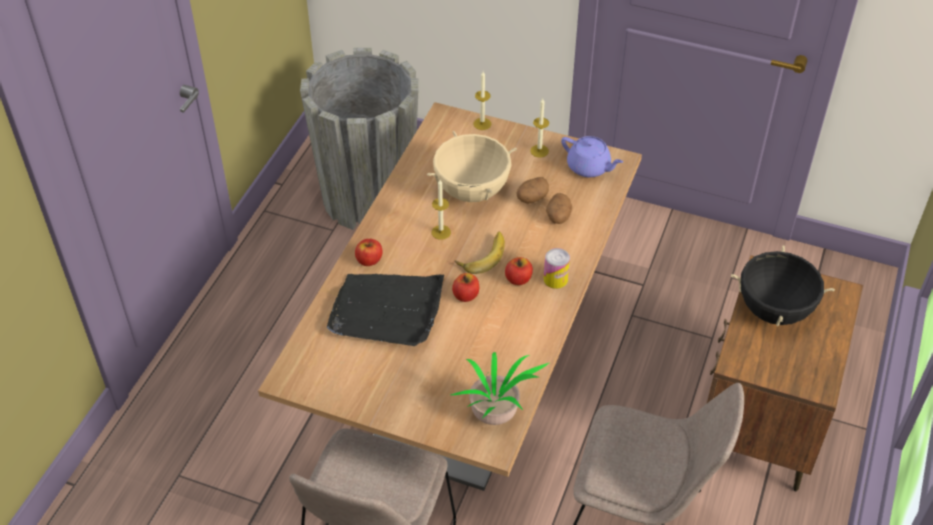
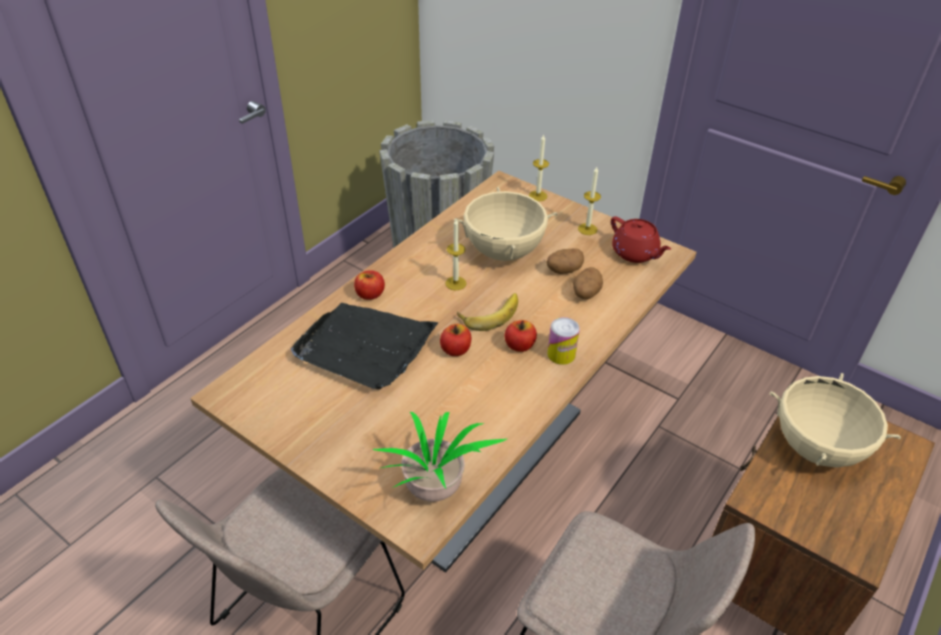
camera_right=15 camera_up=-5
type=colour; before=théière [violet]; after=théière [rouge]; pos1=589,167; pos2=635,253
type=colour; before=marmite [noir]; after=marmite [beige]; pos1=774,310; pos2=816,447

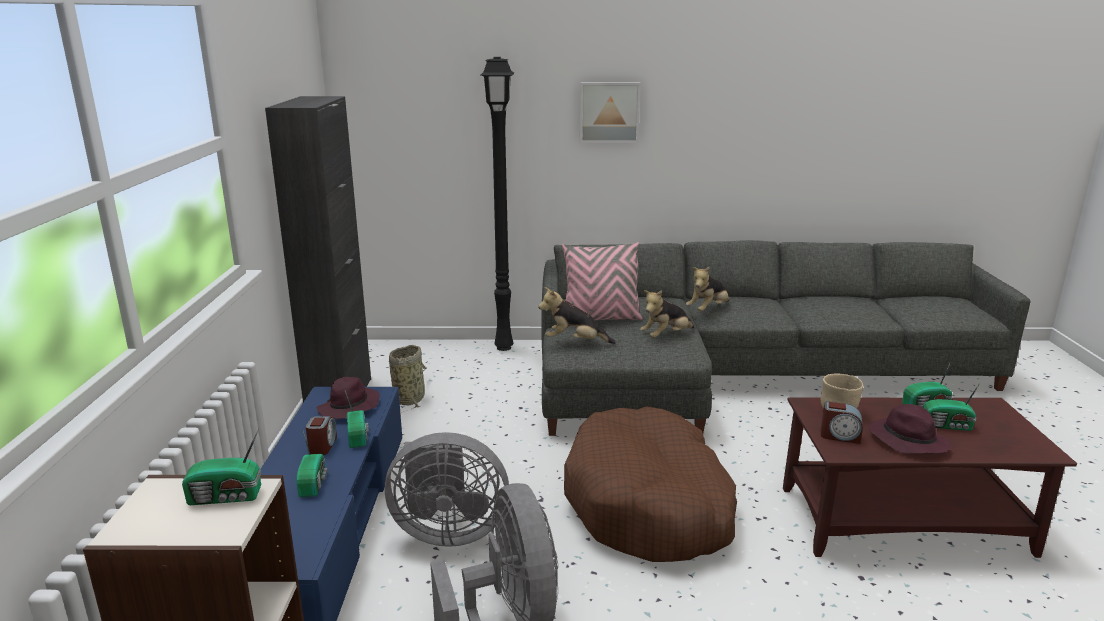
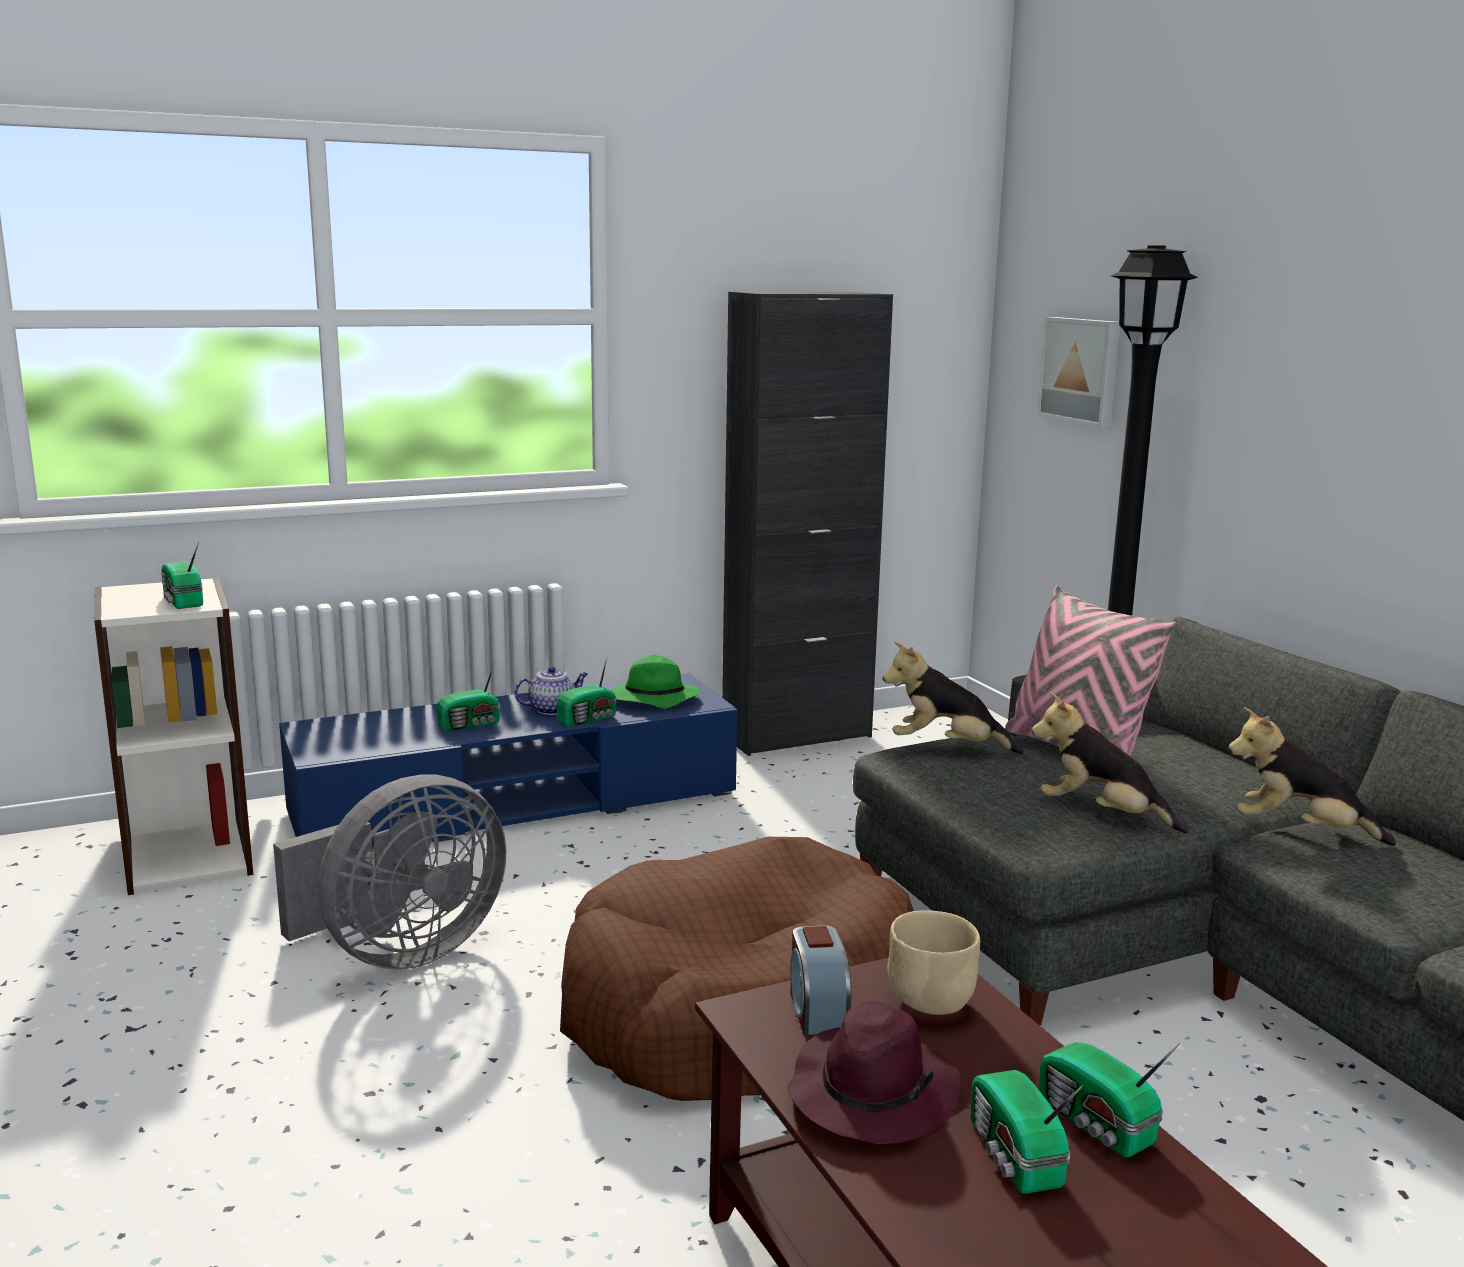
camera_right=65 camera_up=-5
type=missing; before=ventilateur [gris]; pos1=447,531
type=missing; before=panier; pos1=410,398
type=relocated; before=tableau; pos1=609,112; pos2=1082,370
type=exchanged; before=réveil; after=théière; pos1=323,446; pos2=553,709
type=colour; before=chapeau [violet]; after=chapeau [vert]; pos1=349,408; pos2=652,699
type=spun; before=peluche; pos1=574,342; pos2=946,747; turn=-60

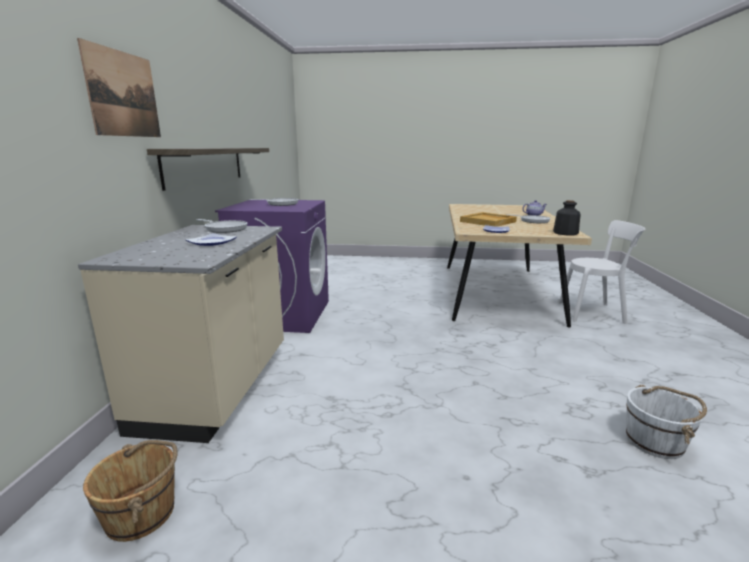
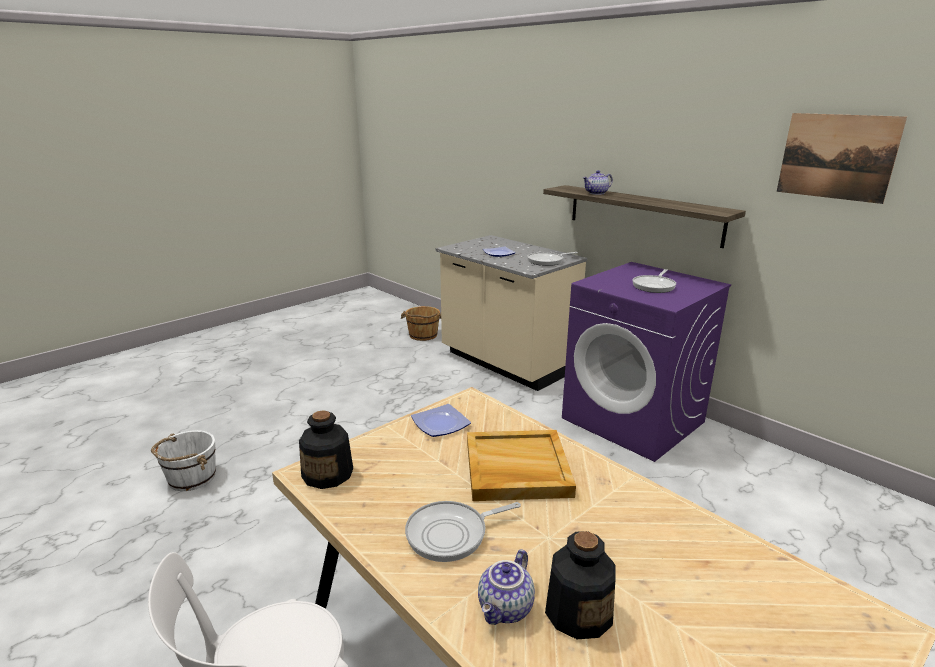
camera_right=130 camera_up=5
type=appeared; after=bouteille; pos2=578,611
type=appeared; after=théière; pos2=596,193
type=relocated; before=tableau; pos1=123,94; pos2=836,157

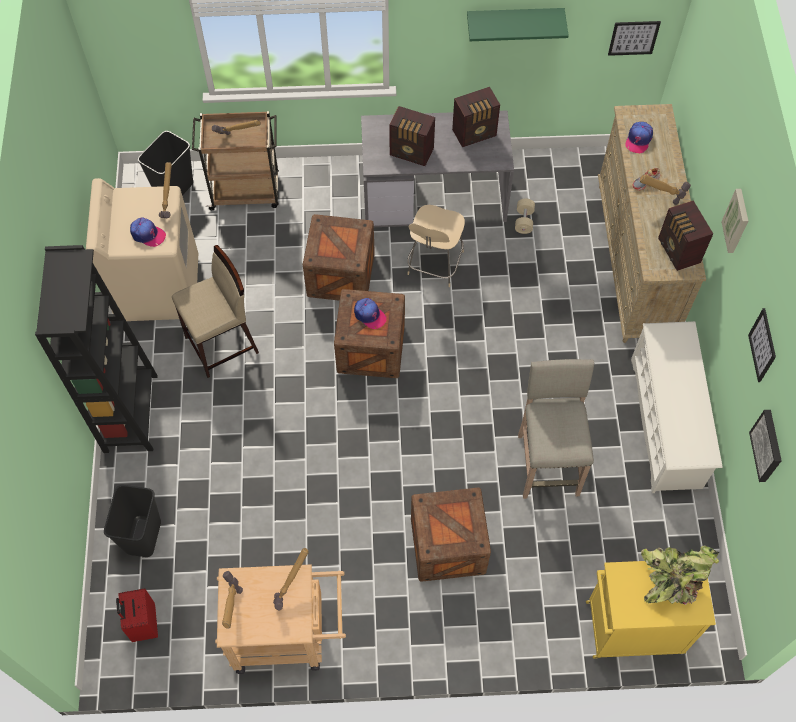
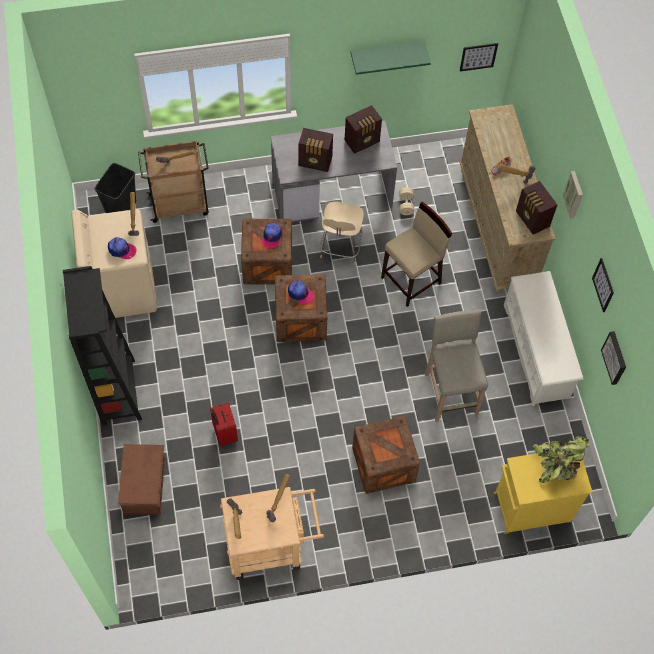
camera_right=-10 camera_up=0
type=relocated; before=valise [rouge]; pos1=143,623; pos2=224,433
type=relocated; before=tabouret [beige]; pos1=222,345; pos2=411,280
type=relocated; before=casquette; pos1=638,139; pos2=271,236
type=exchanged; before=poubelle [noir]; after=boîte de rangement [marron]; pos1=142,536; pos2=145,486

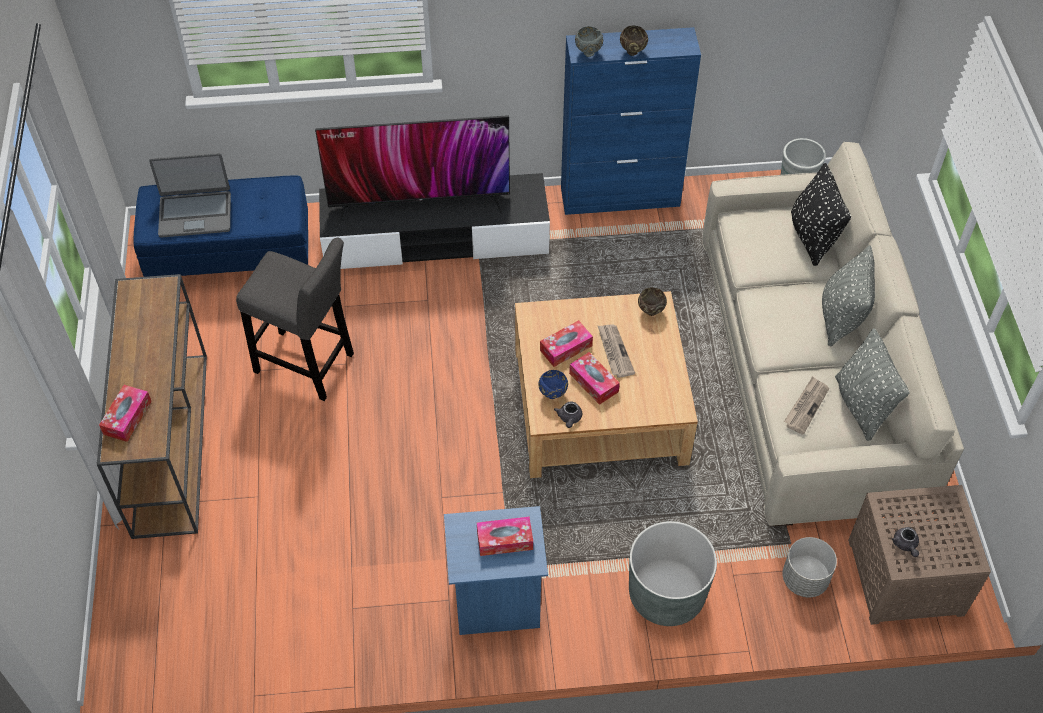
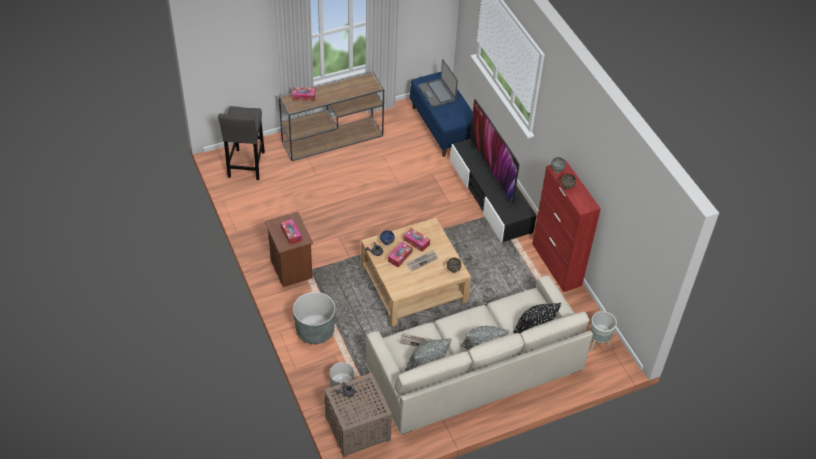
camera_right=70 camera_up=-5
type=relocated; before=tabouret [gris]; pos1=308,366; pos2=246,166
type=colour; before=table de chevet [bleu]; after=table de chevet [marron]; pos1=497,603; pos2=290,269
type=colour; before=meuble de rangement [bleu]; after=meuble de rangement [rouge]; pos1=621,197; pos2=556,265

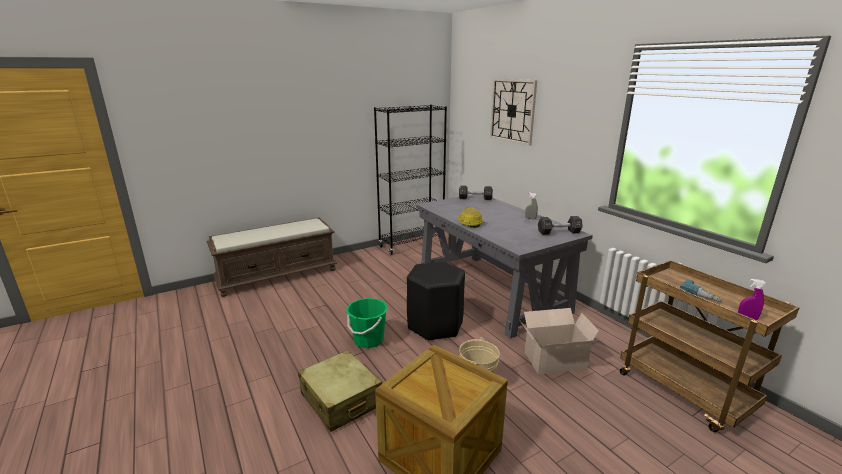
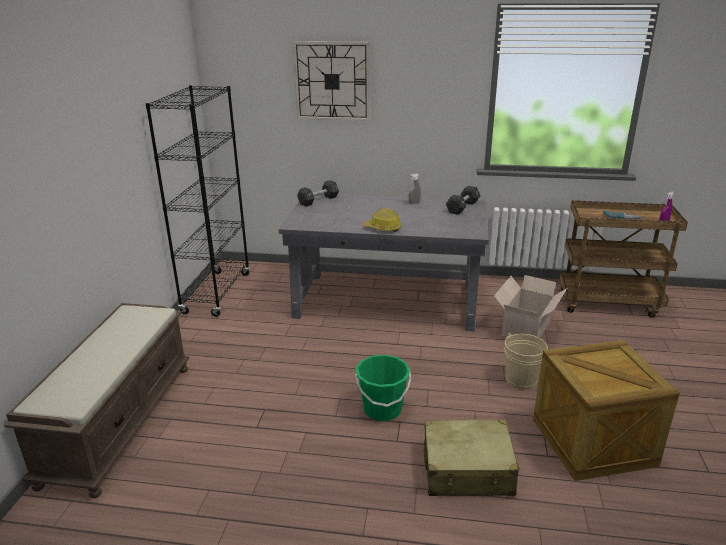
camera_right=-50 camera_up=5
type=missing; before=tabouret [noir]; pos1=435,325

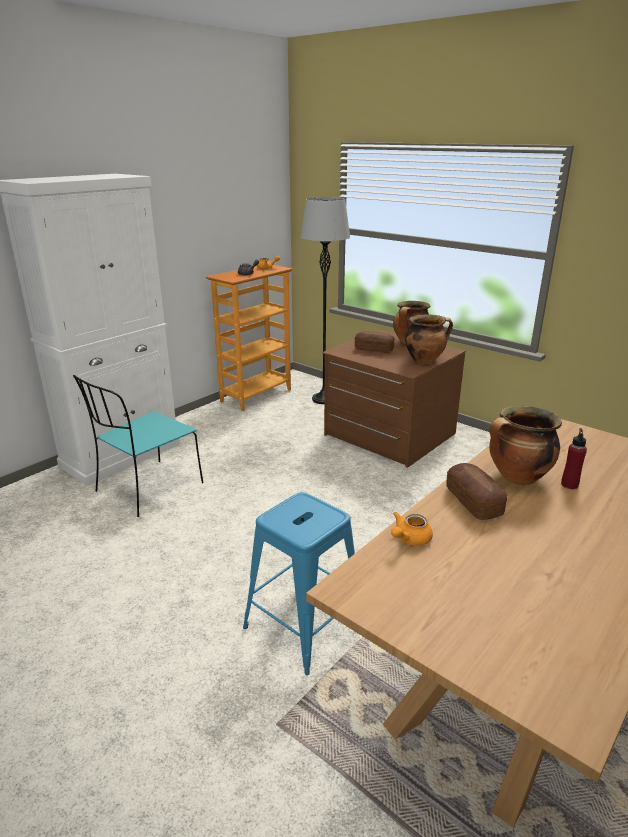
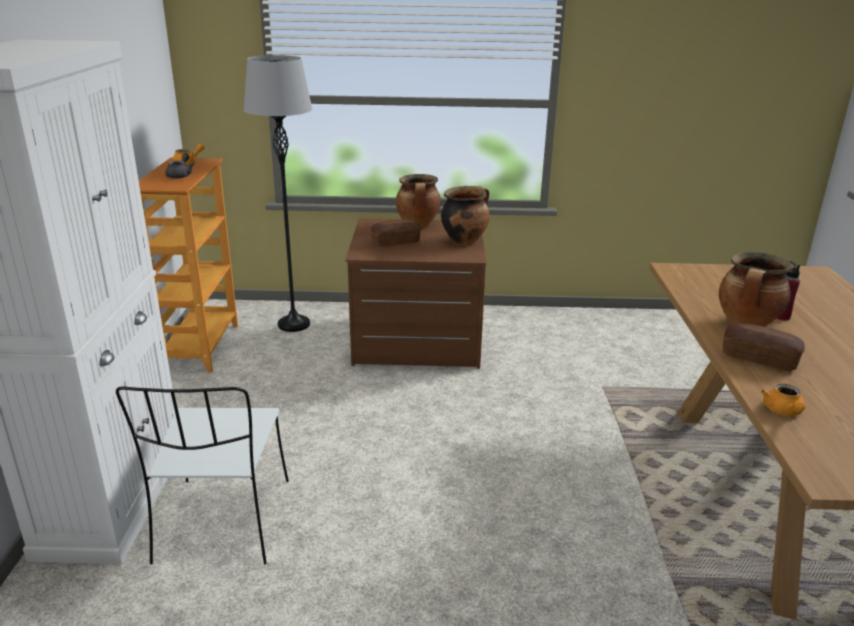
camera_right=-40 camera_up=0
type=missing; before=tabouret [bleu]; pos1=304,625
type=colour; before=chaise [turquoise]; after=chaise [blanc]; pos1=147,488; pos2=223,523

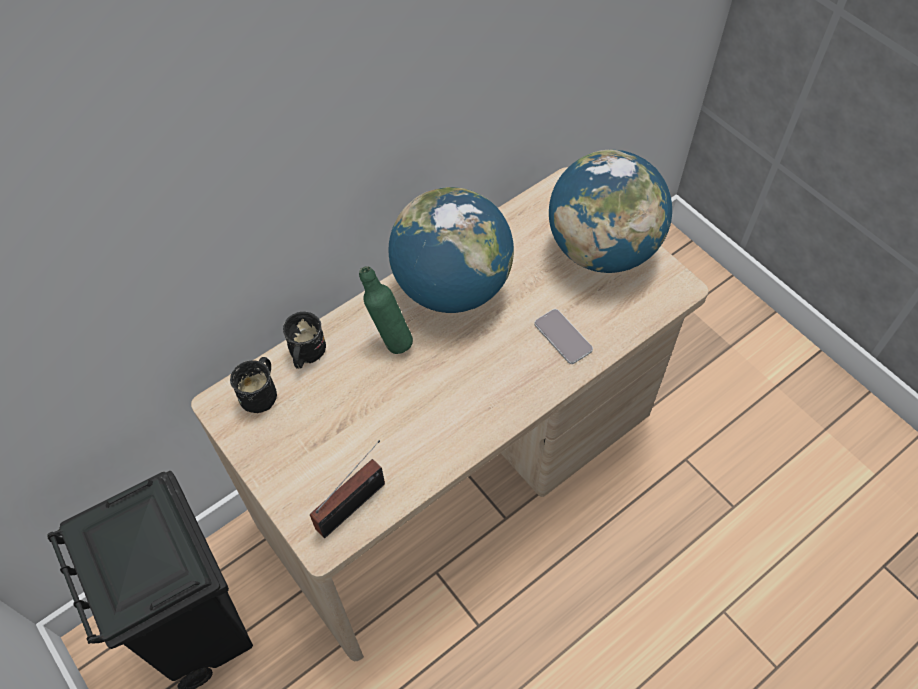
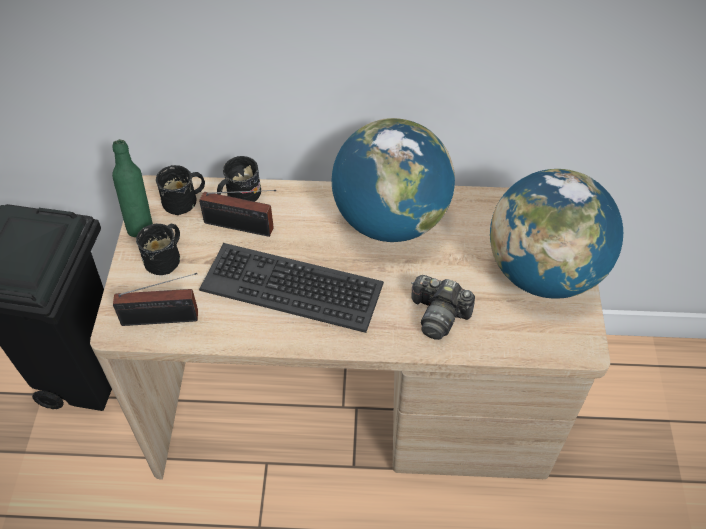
camera_right=40 camera_up=-5
type=appeared; after=mug [noir]; pos2=167,258
type=appeared; after=radio; pos2=242,227
type=appeared; after=clavier; pos2=292,286
type=relocated; before=bouteille [vert]; pos1=390,340; pos2=140,224
type=exchanged; before=téléphone; after=appareil photo; pos1=563,337; pos2=438,315

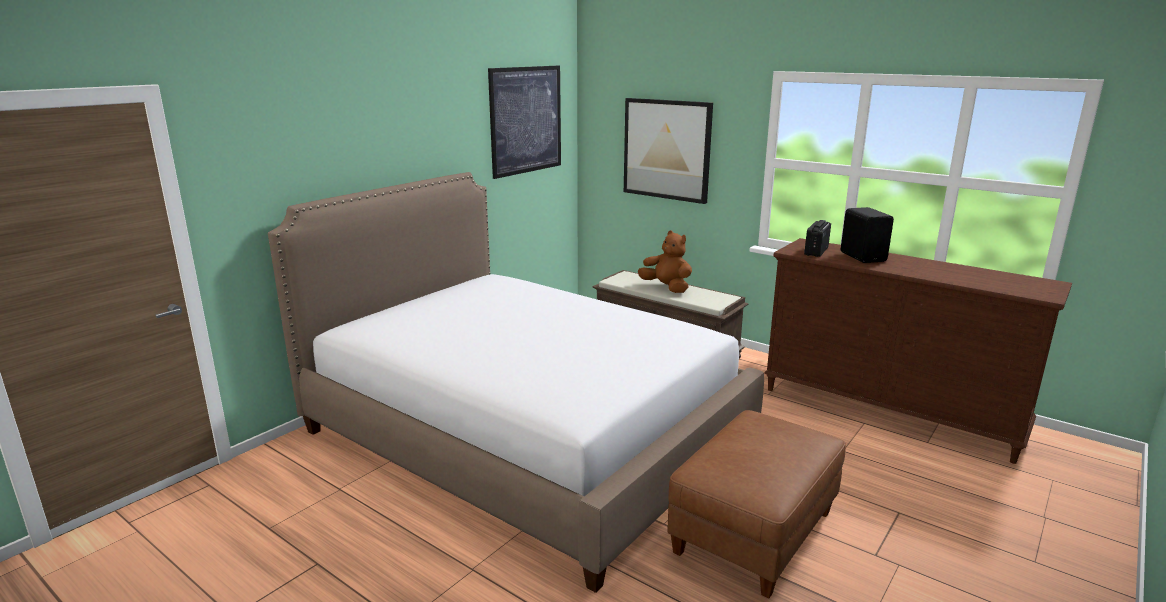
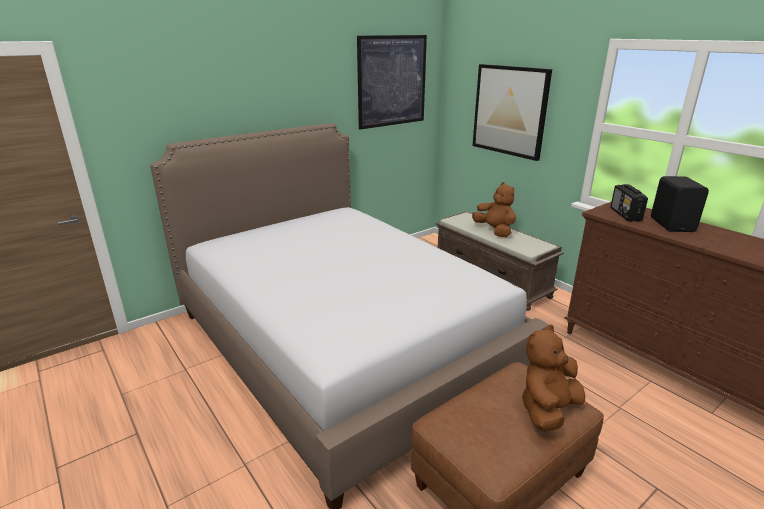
camera_right=15 camera_up=5
type=appeared; after=peluche [marron]; pos2=548,410
type=spun; before=radio; pos1=816,251; pos2=625,215; turn=-45

